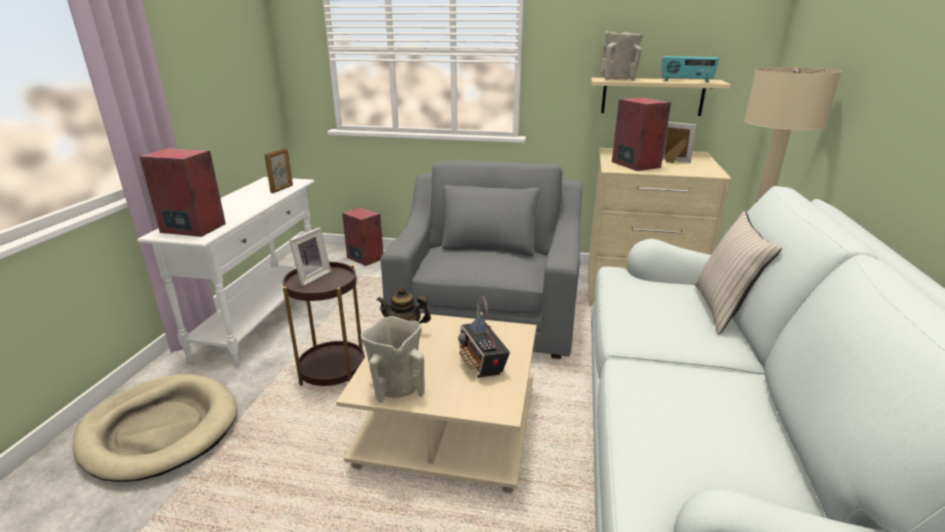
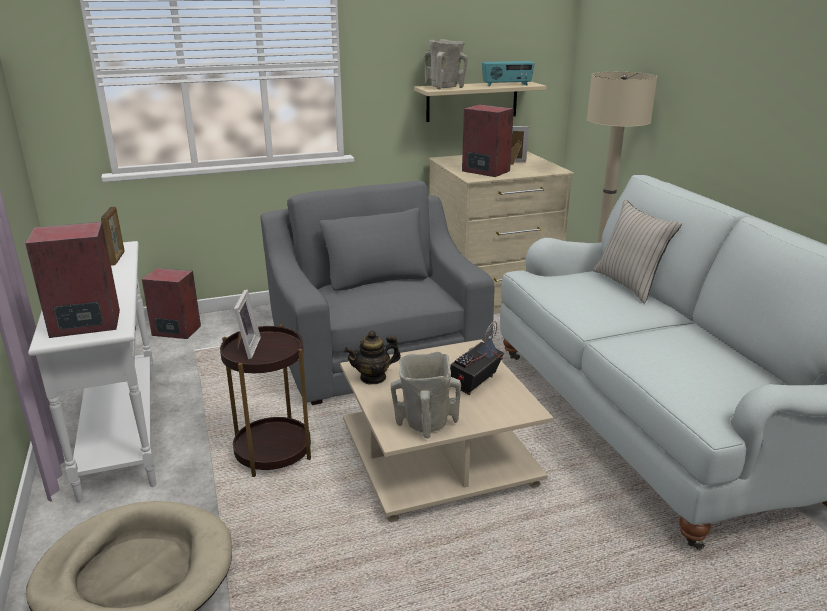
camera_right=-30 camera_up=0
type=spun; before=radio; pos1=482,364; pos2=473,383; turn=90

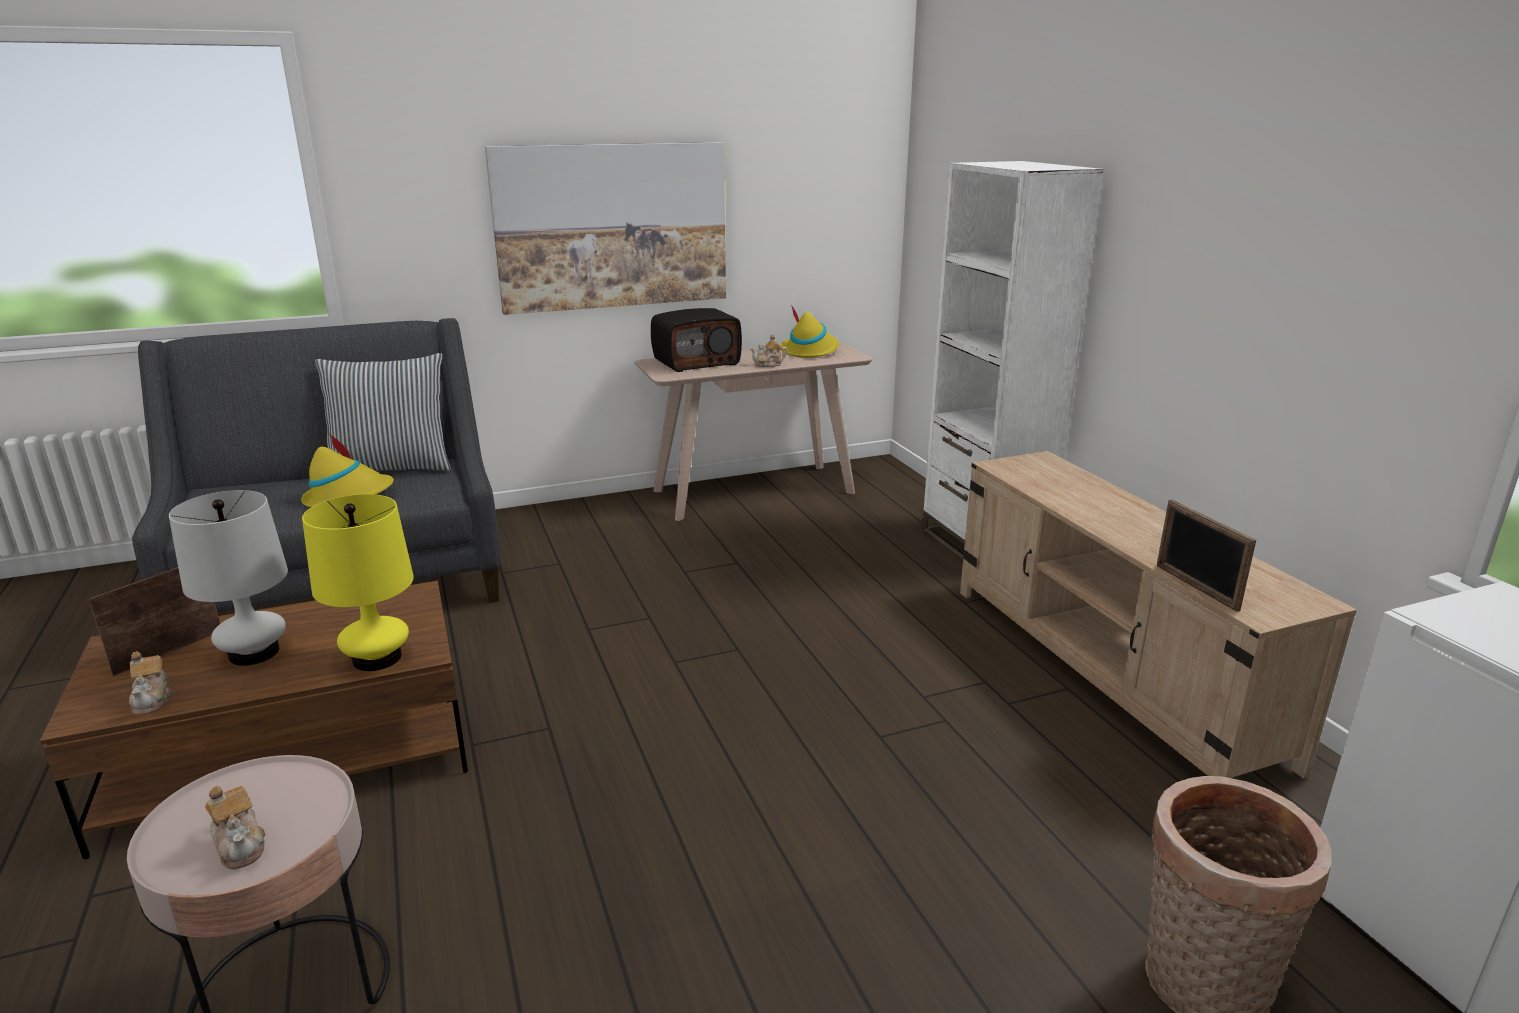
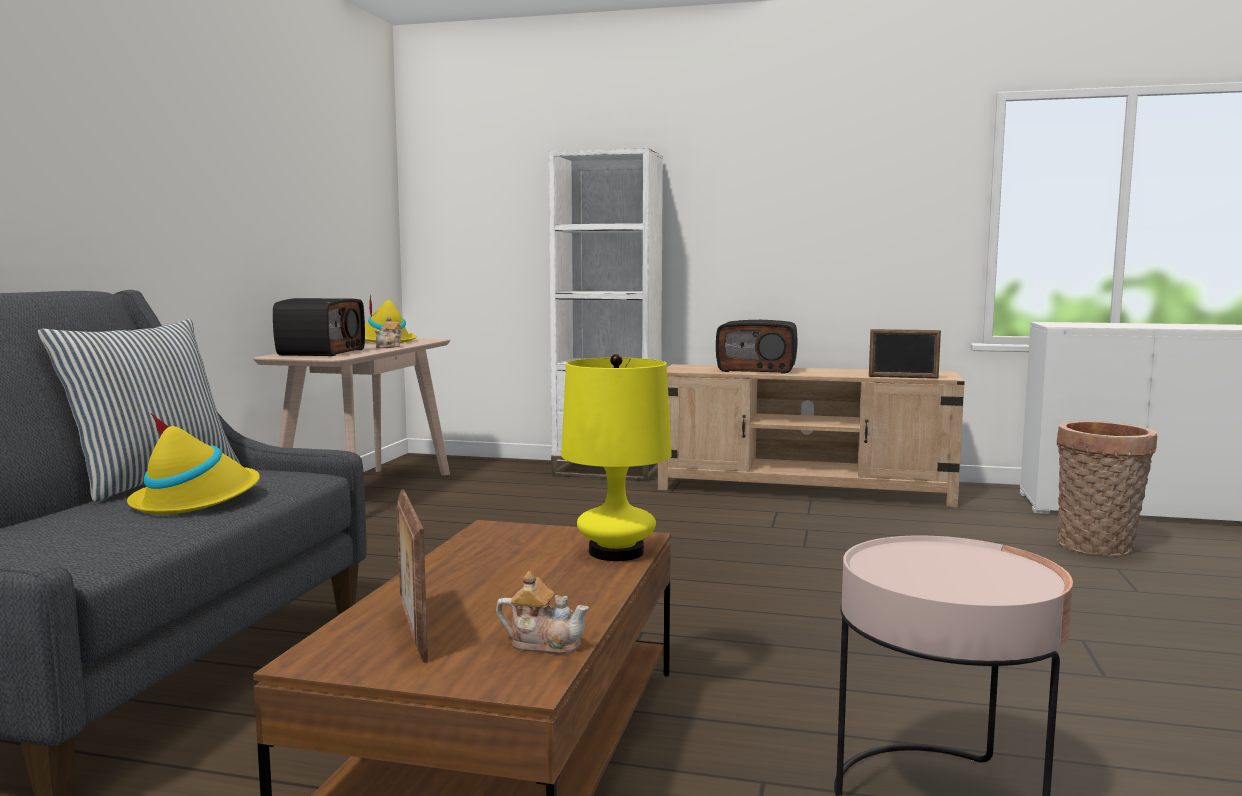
camera_right=-55 camera_up=-15
type=missing; before=lampe de table [blanc]; pos1=254,653
type=missing; before=théière; pos1=241,845
type=missing; before=tableau; pos1=612,226
type=appeared; after=radio; pos2=757,369

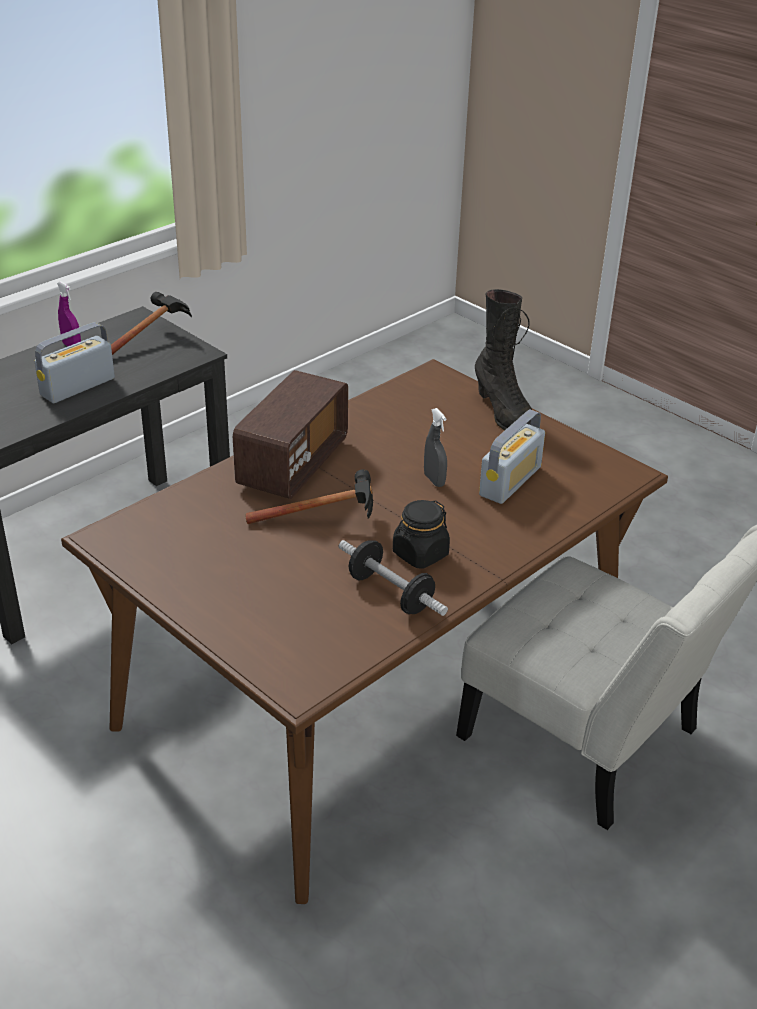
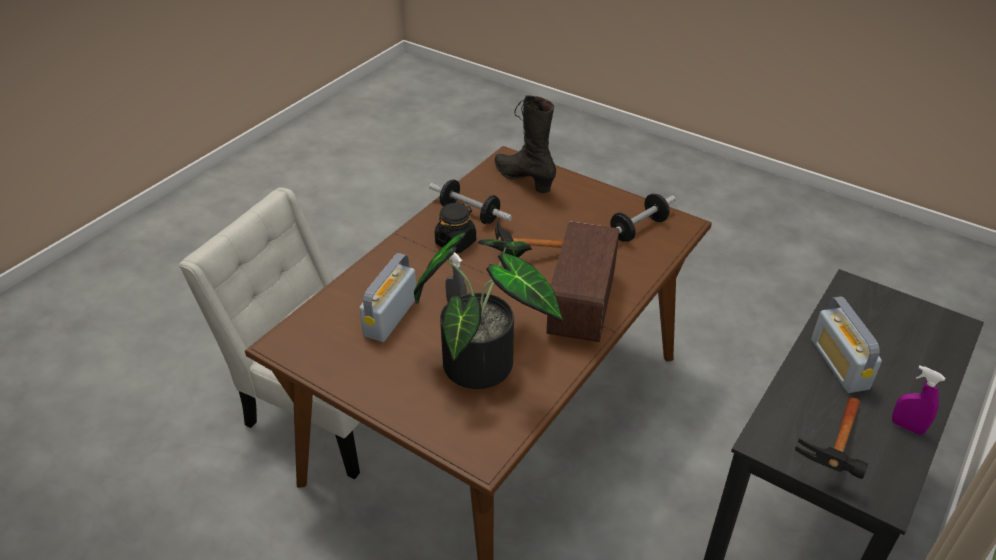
camera_right=170 camera_up=5
type=appeared; after=plante en pot; pos2=485,361
type=appeared; after=haltère; pos2=638,229
type=relocated; before=botte [noir]; pos1=505,416; pos2=524,179
type=spun; before=radio; pos1=77,387; pos2=839,364; turn=135

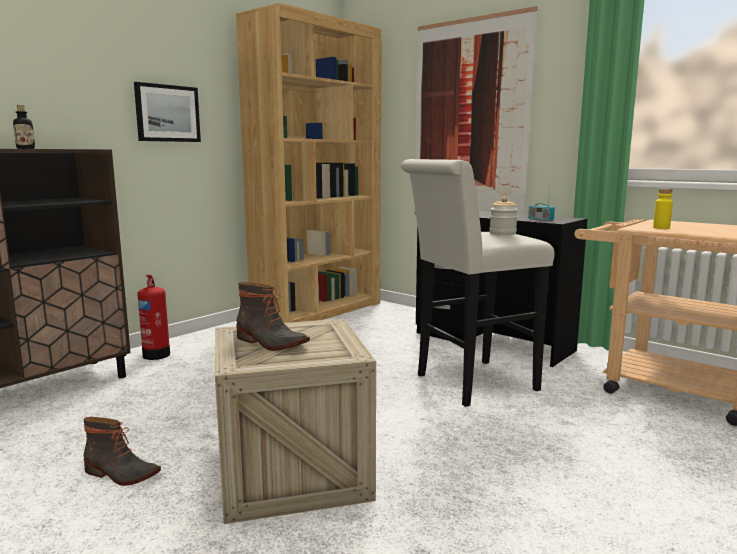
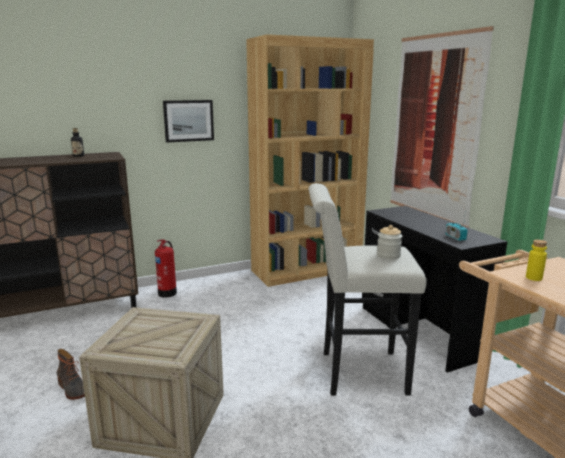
camera_right=25 camera_up=5
type=missing; before=botte; pos1=270,343

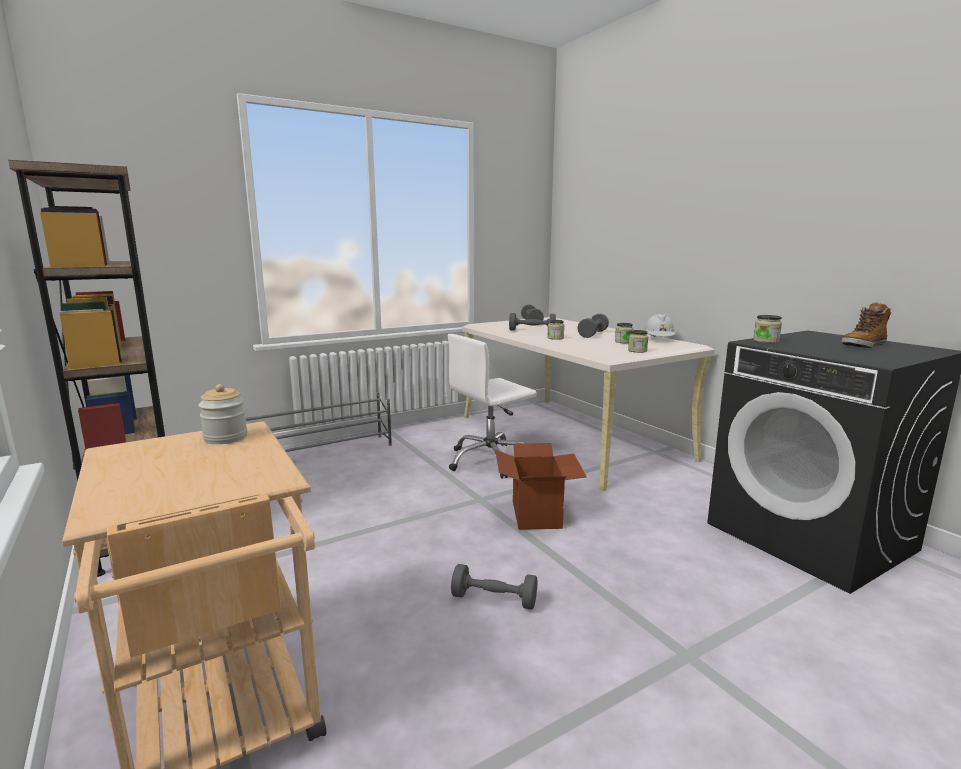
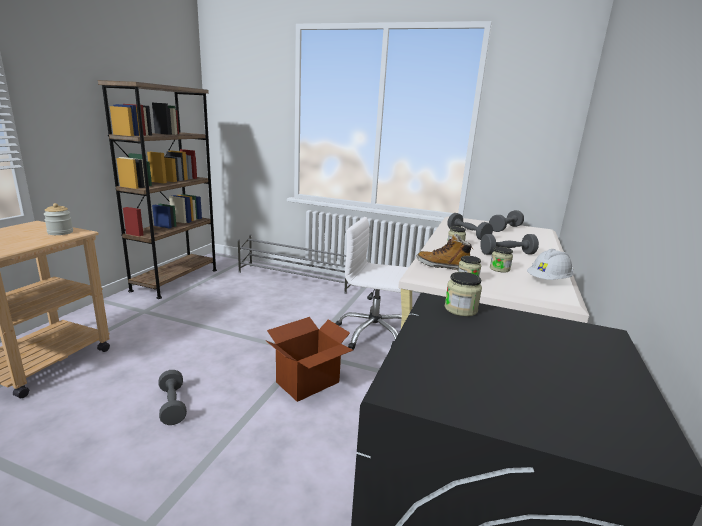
camera_right=50 camera_up=5
type=relocated; before=botte; pos1=863,346; pos2=442,266

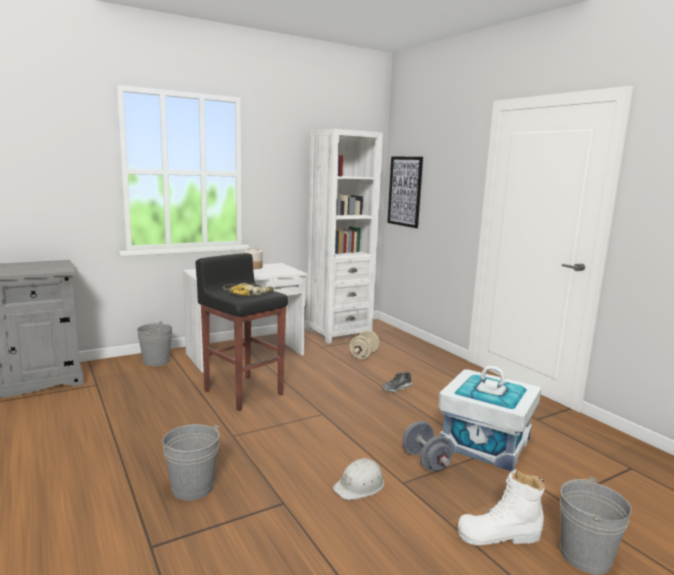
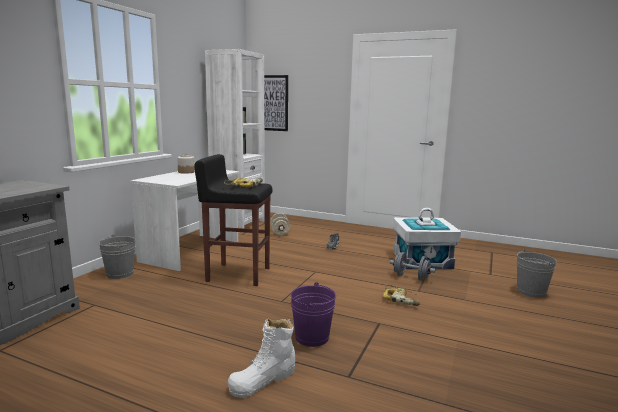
camera_right=-35 camera_up=0
type=relocated; before=botte [blanc]; pos1=499,535; pos2=263,380
type=exchanged; before=casque de chantier [blanc]; after=perceuse; pos1=360,485; pos2=401,299
type=colour; before=seau [gris]; after=seau [violet]; pos1=192,488; pos2=312,337

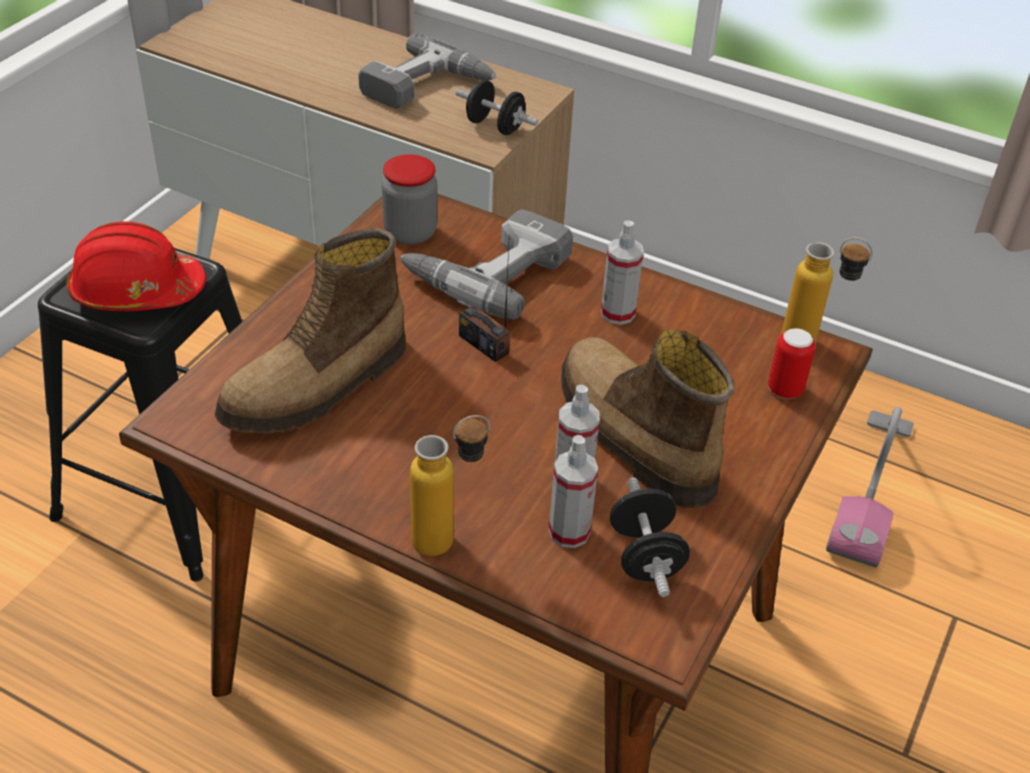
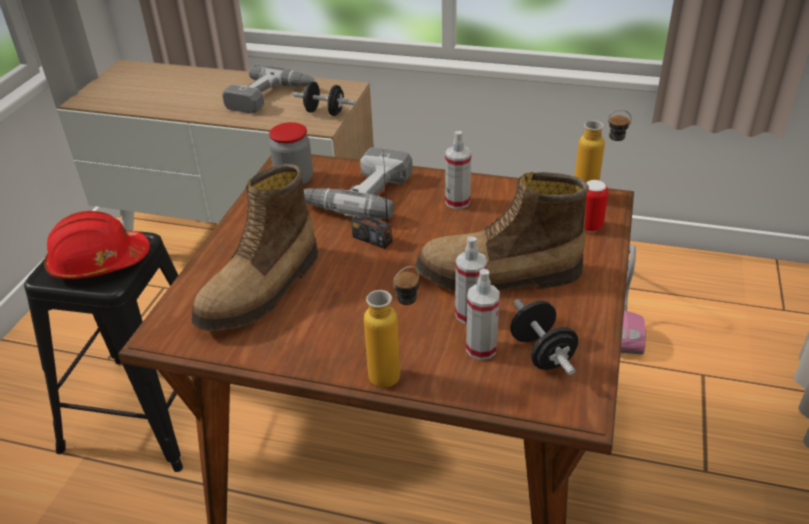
camera_right=-10 camera_up=-5
type=spun; before=botte; pos1=631,436; pos2=499,277; turn=-45

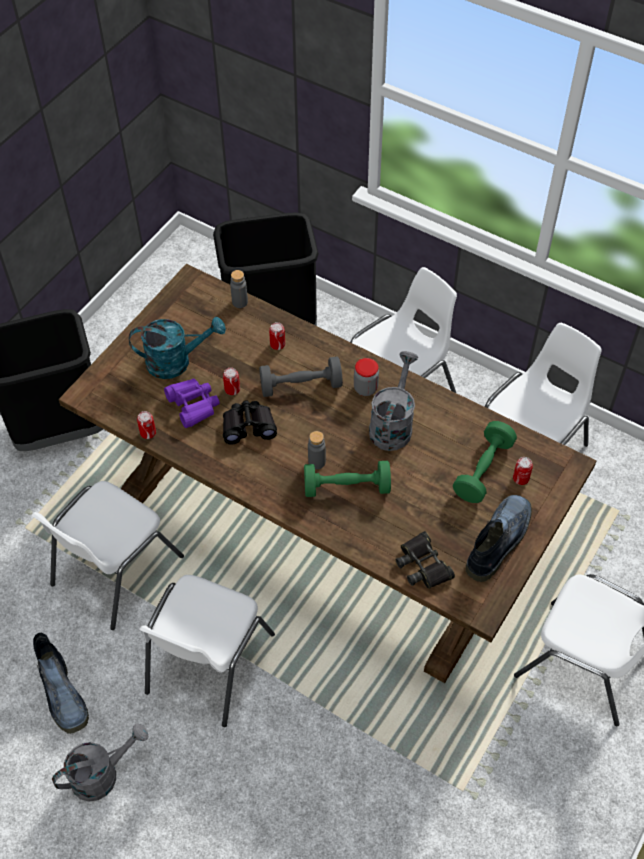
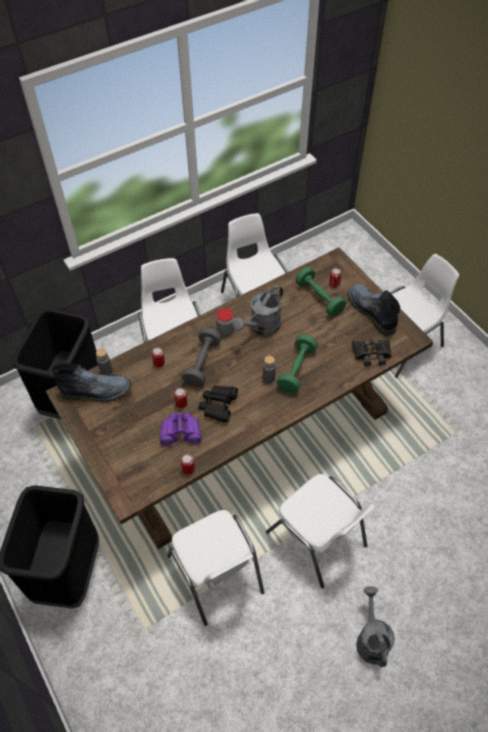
camera_right=-65 camera_up=0
type=missing; before=arrosoir [turquoise]; pos1=176,361
type=relocated; before=botte; pos1=64,695; pos2=98,391
type=spun; before=arrosoir [gris]; pos1=392,424; pos2=261,327; turn=-90

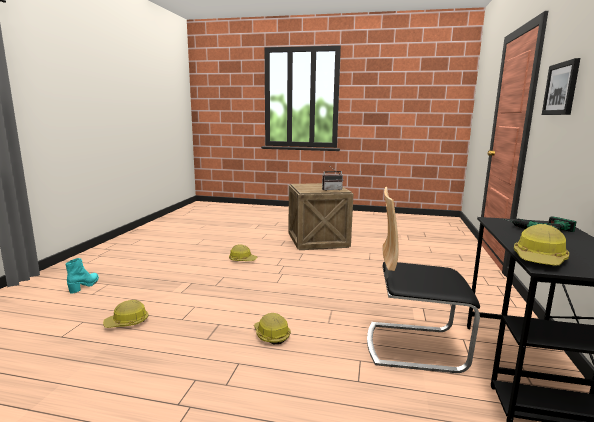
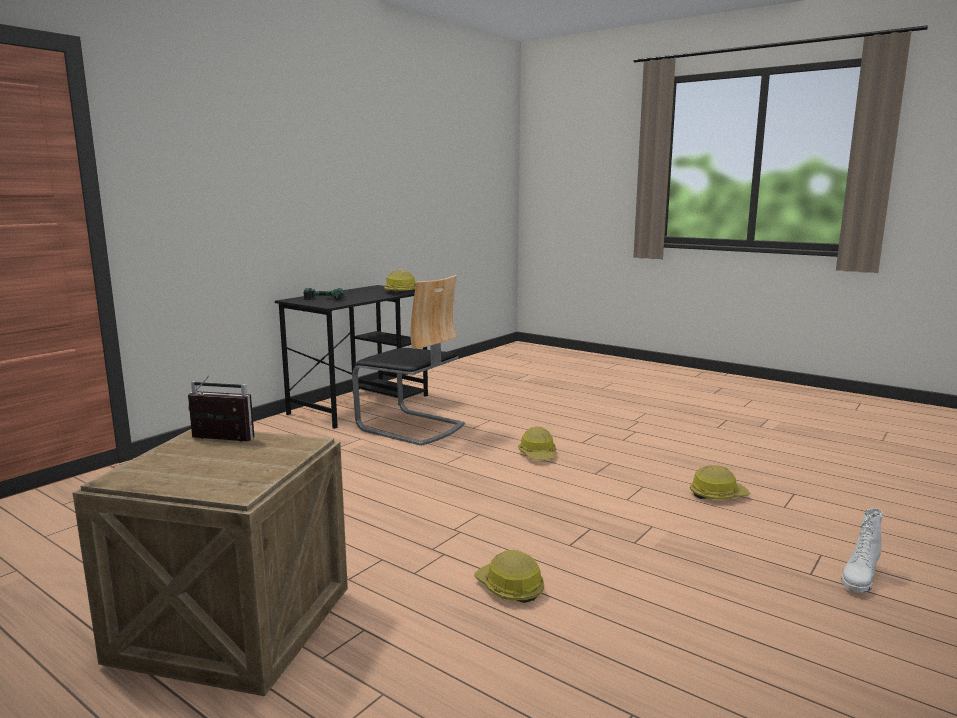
camera_right=-155 camera_up=0
type=missing; before=tableau; pos1=561,89
type=colour; before=botte [turquoise]; after=botte [blanc]; pos1=85,286; pos2=859,578

